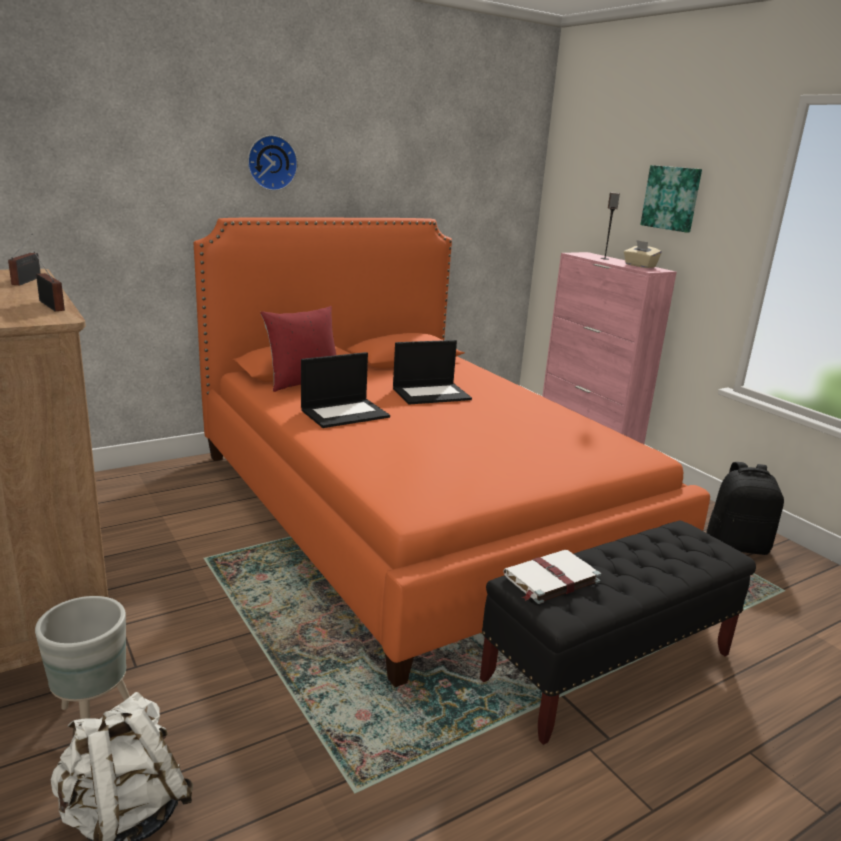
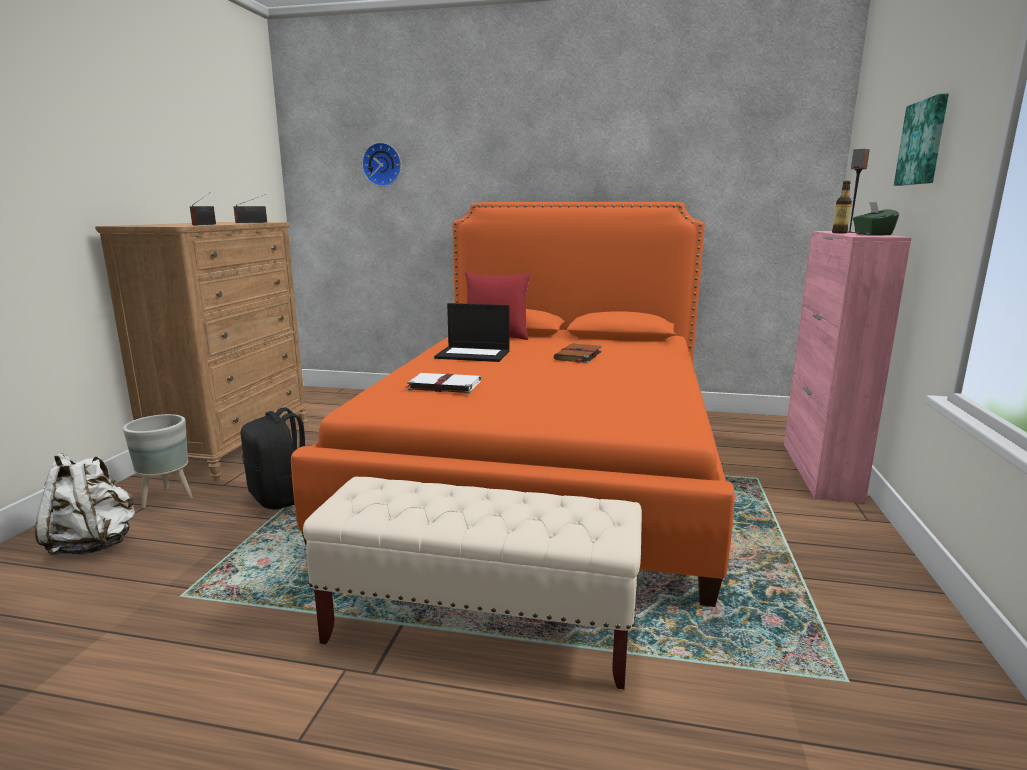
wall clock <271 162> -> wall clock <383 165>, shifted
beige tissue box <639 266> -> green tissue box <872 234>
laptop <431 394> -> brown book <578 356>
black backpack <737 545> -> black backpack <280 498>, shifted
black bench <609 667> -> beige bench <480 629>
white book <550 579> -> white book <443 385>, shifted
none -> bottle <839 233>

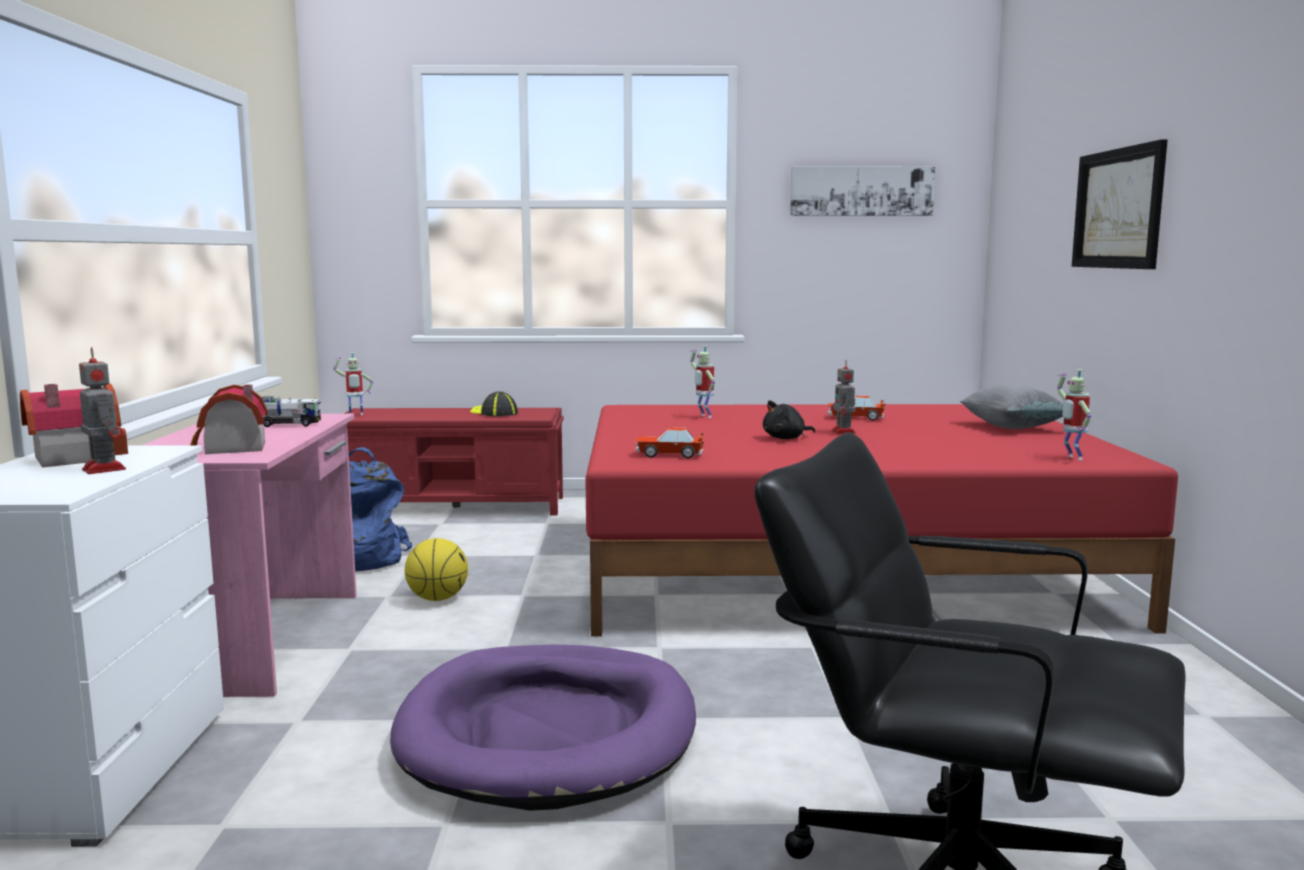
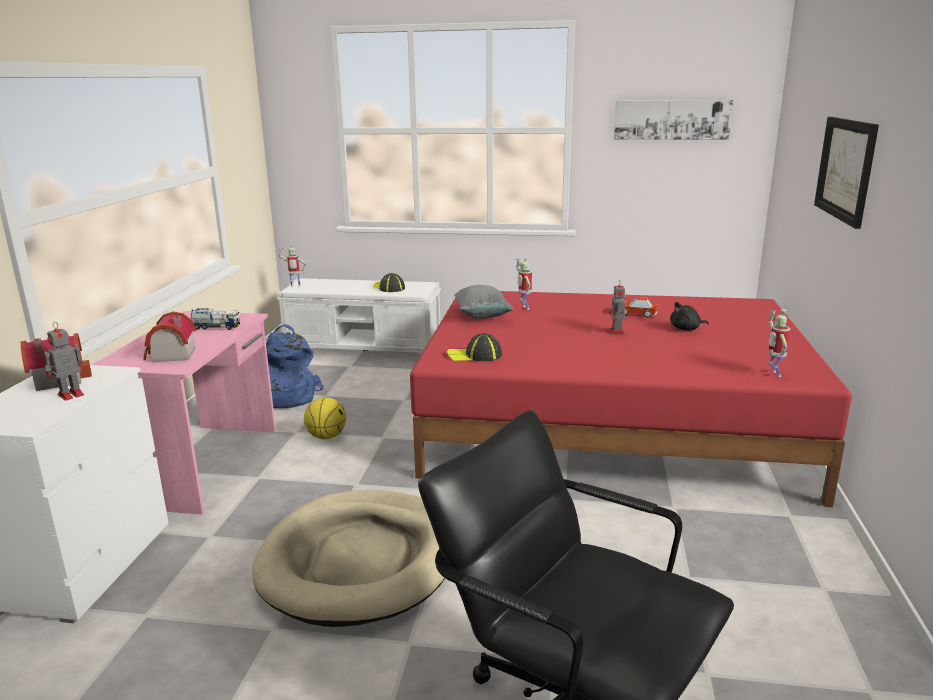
toy robot <103 469> -> toy robot <69 395>, 105 degrees counterclockwise
grey pillow <1013 427> -> grey pillow <482 316>, shifted
black plush toy <786 438> -> black plush toy <686 329>, shifted
red bench <456 506> -> white bench <365 350>
toy car <669 455> -> cap <475 355>
purple dog bed <548 733> -> beige dog bed <359 561>

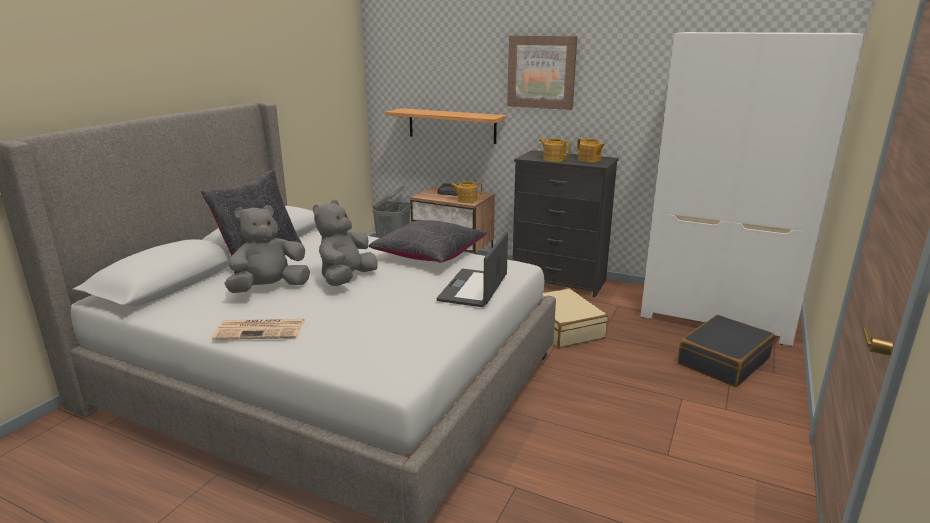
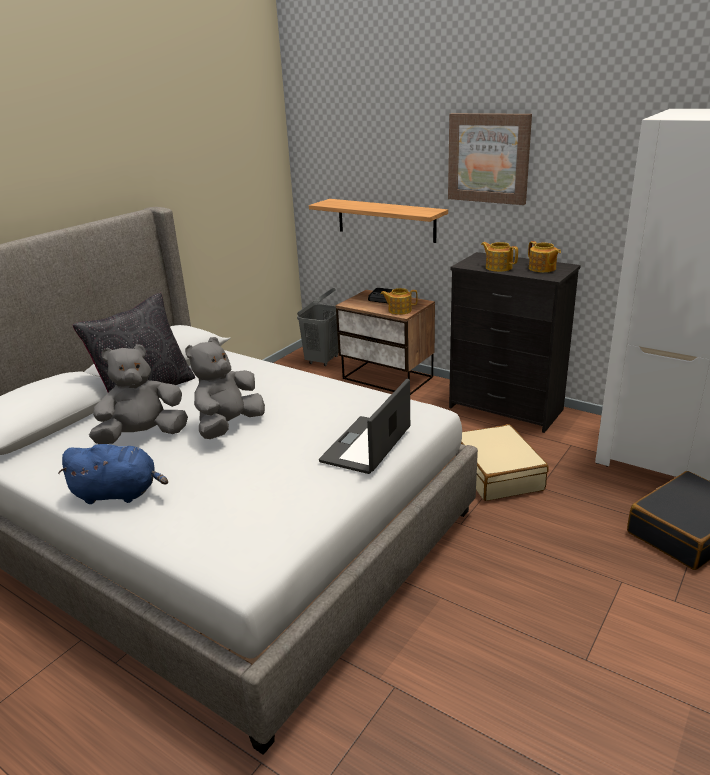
black pillow <429 254> -> none
newspaper <262 330> -> blue plush toy <119 493>

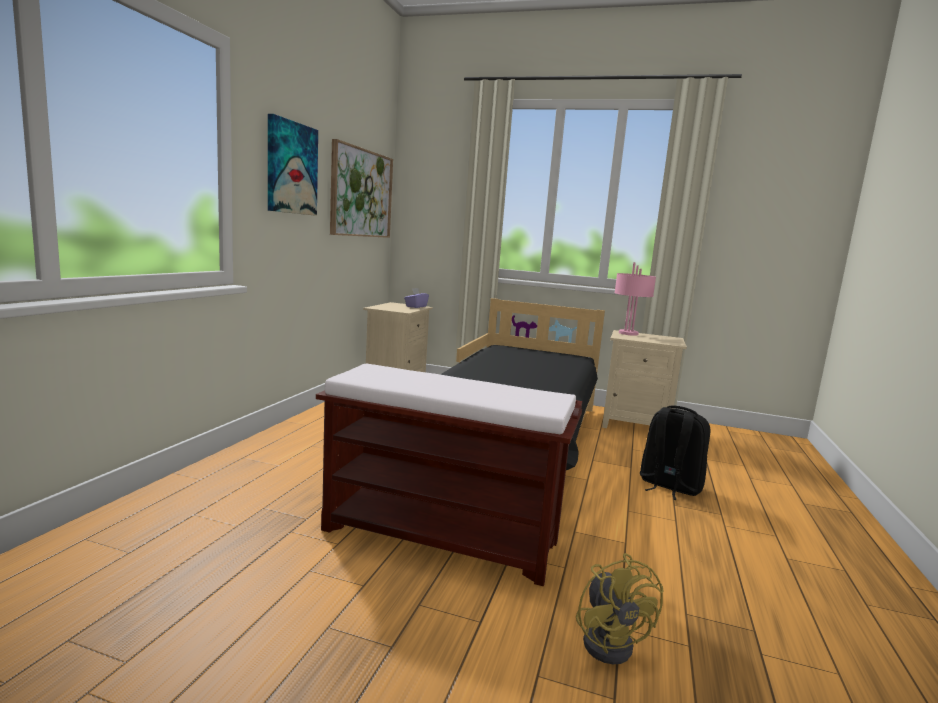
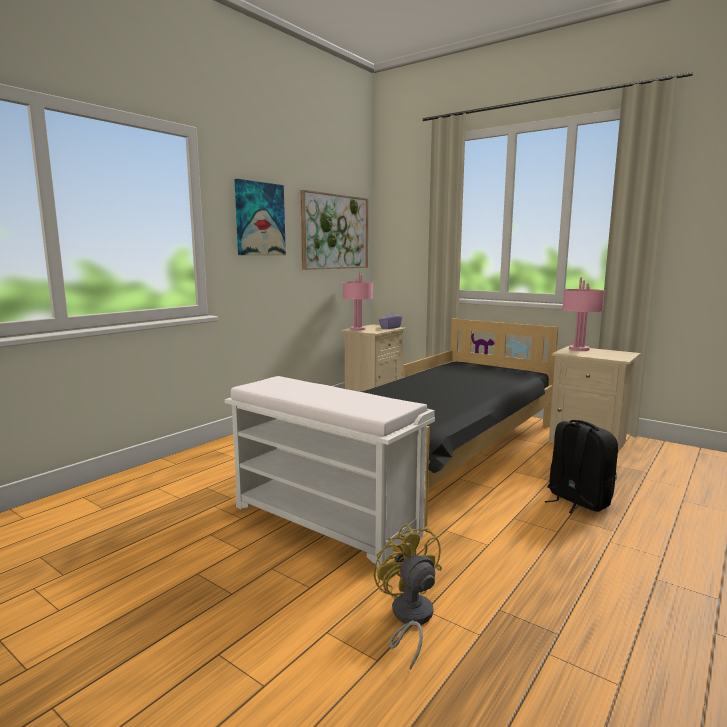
brown bench <443 535> -> white bench <327 520>
yellow fan <611 641> -> yellow fan <409 619>, 150 degrees clockwise
none -> pink table lamp <357 329>

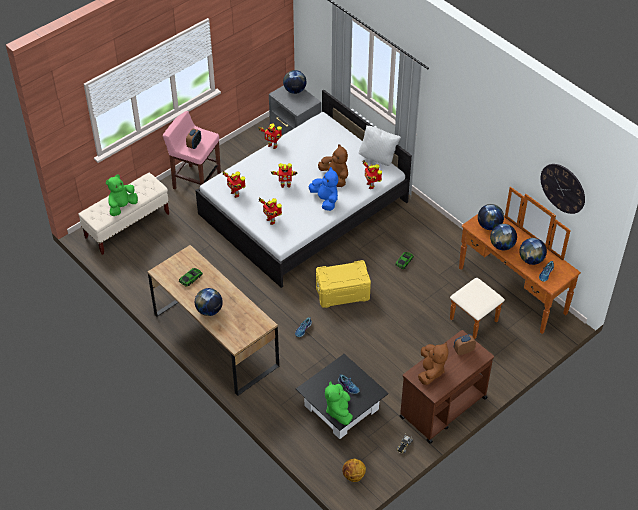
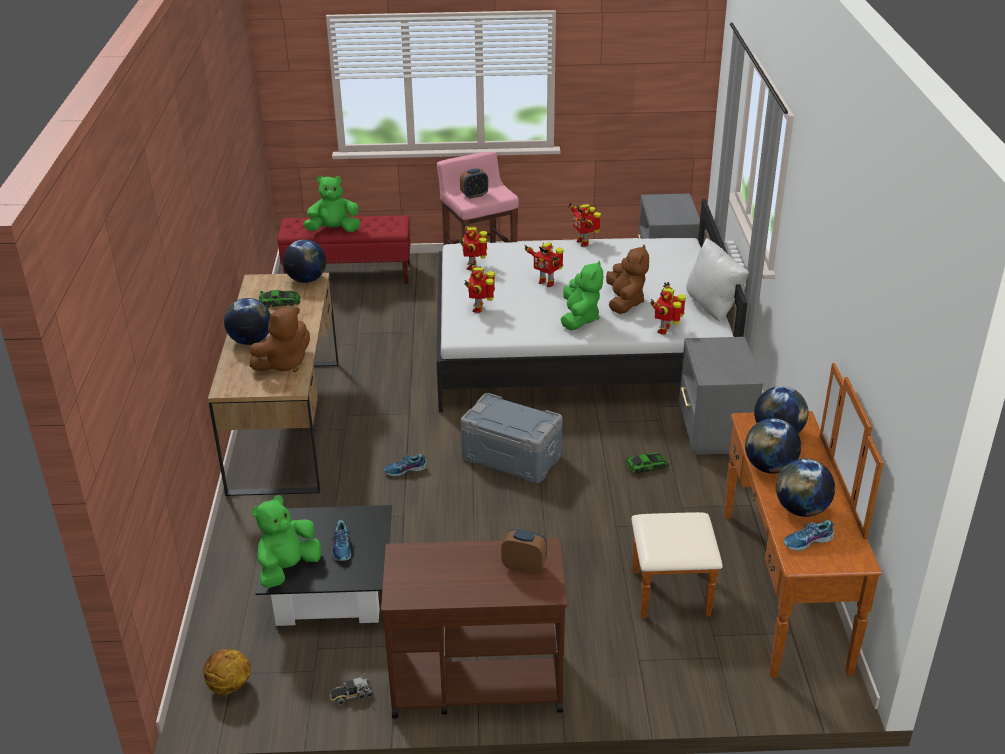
globe <294 90> -> globe <306 280>, shifted
wall clock <563 188> -> none
blue plush toy <325 200> -> green plush toy <579 318>
beige bench <127 225> -> red bench <349 275>
yellow storage box <342 292> -> grey storage box <512 457>
brown plush toy <431 371> -> brown plush toy <284 364>, shifted
none -> grey nightstand <713 433>

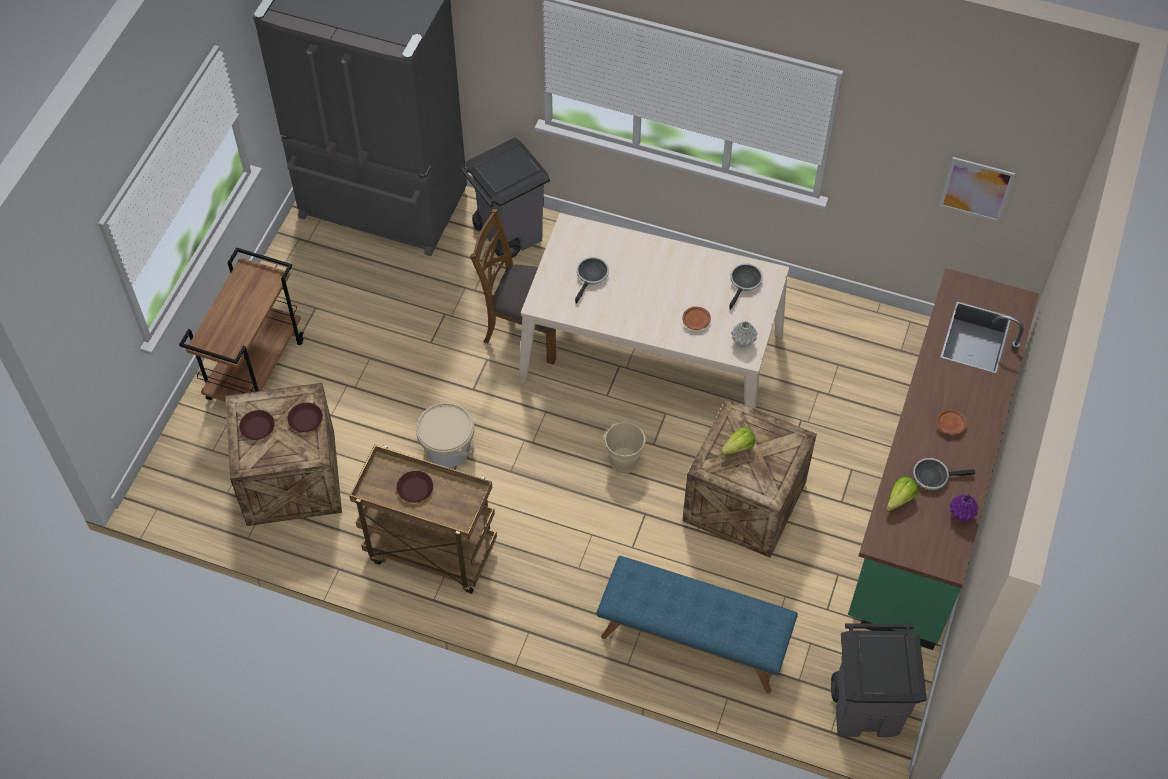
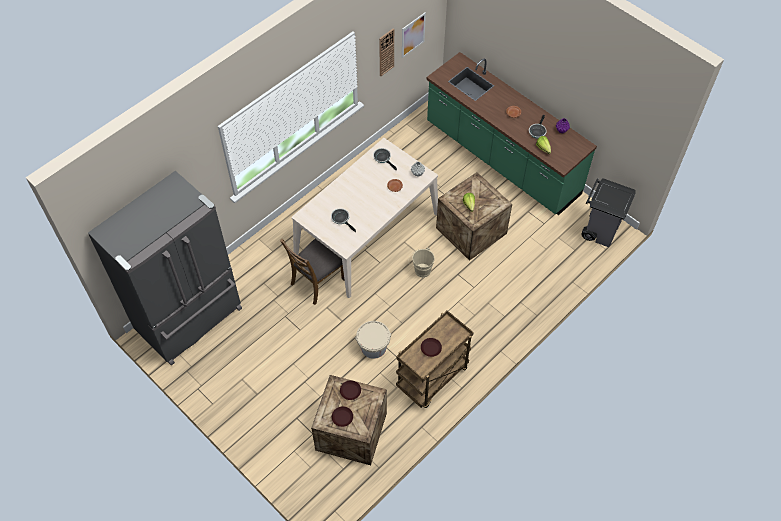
grey trash can <507 234> -> none
brown cart <256 369> -> none
blue bench <693 640> -> none
none -> wall clock <386 52>

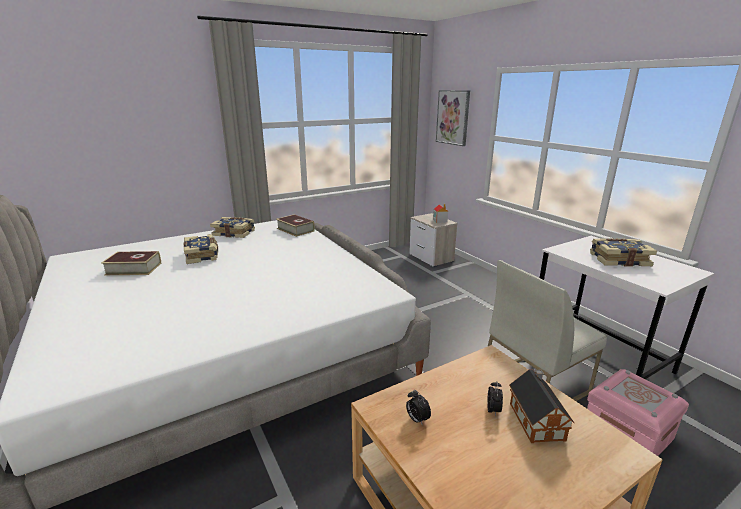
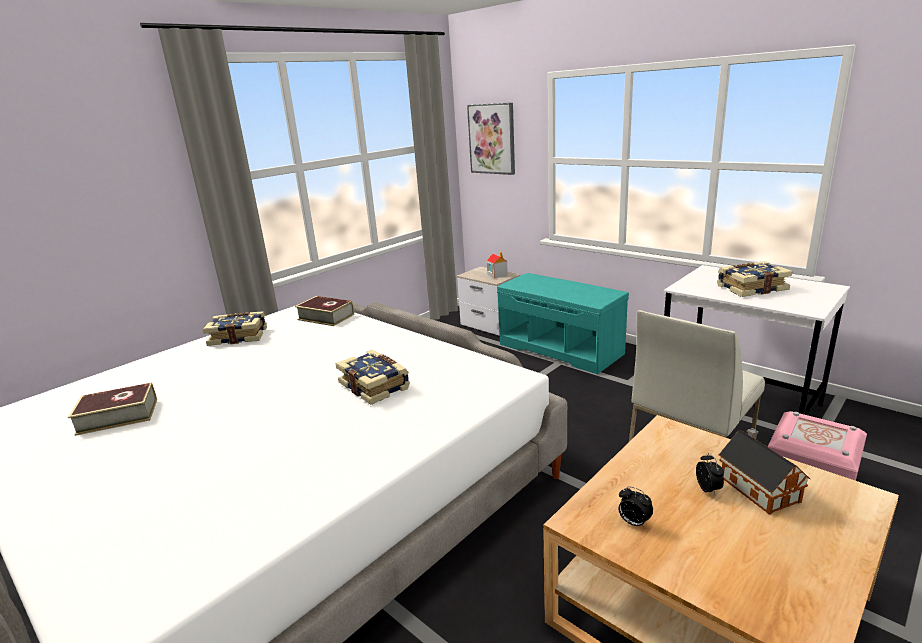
book <202 255> -> book <375 386>, shifted
none -> turquoise bench <561 349>

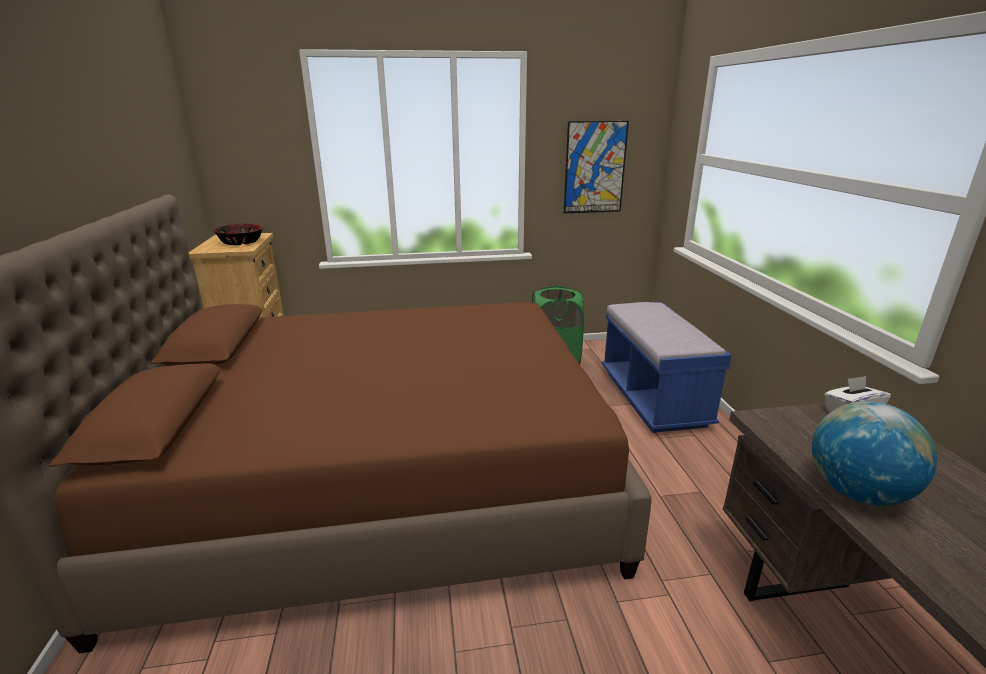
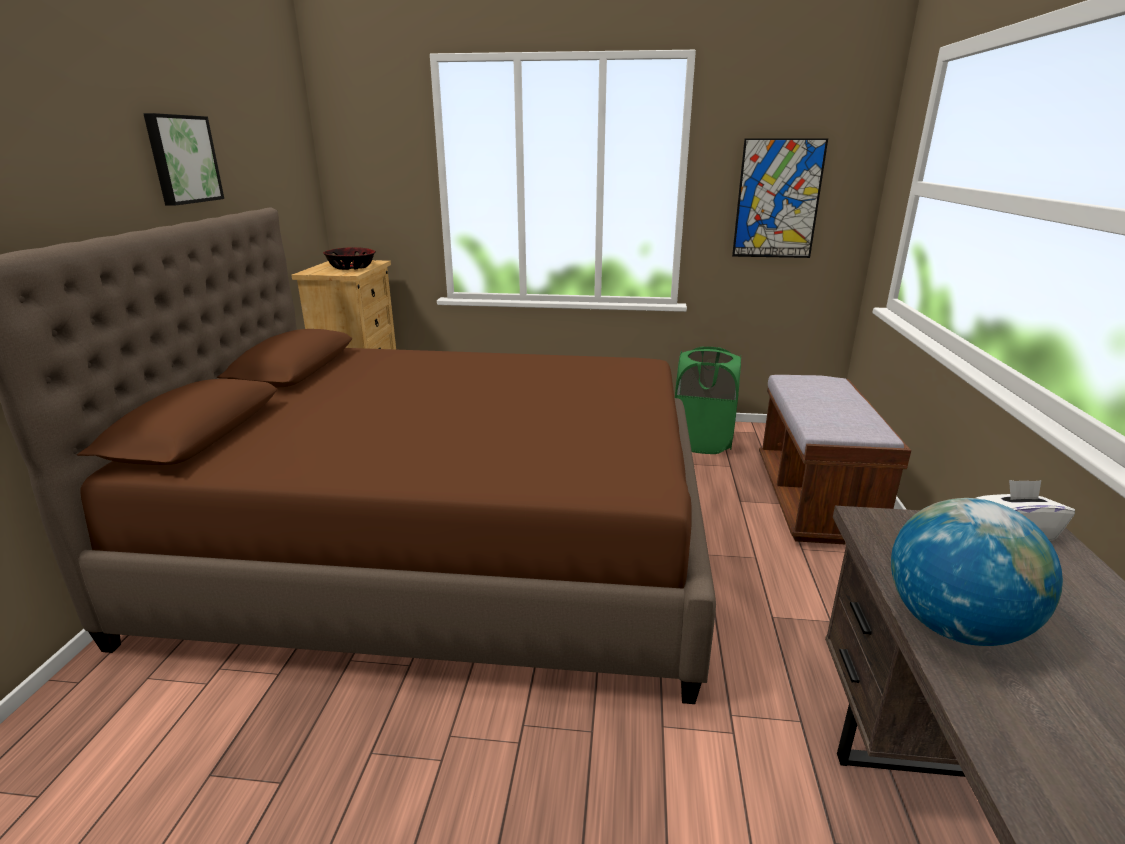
blue bench <653 398> -> brown bench <813 501>
none -> picture <182 159>

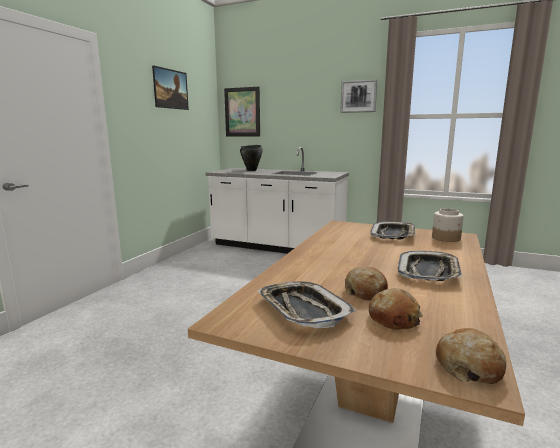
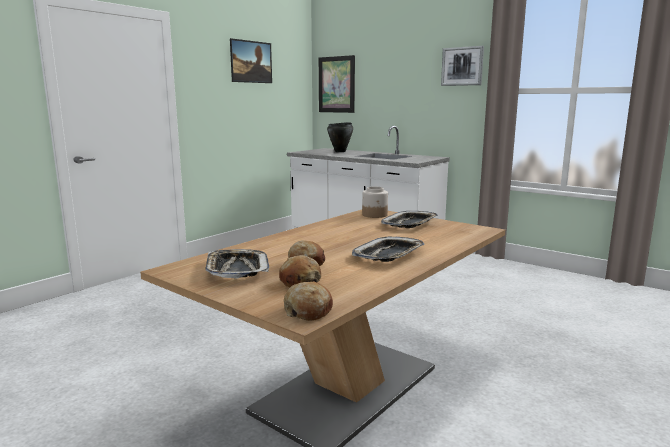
jar <446 238> -> jar <375 215>, shifted

